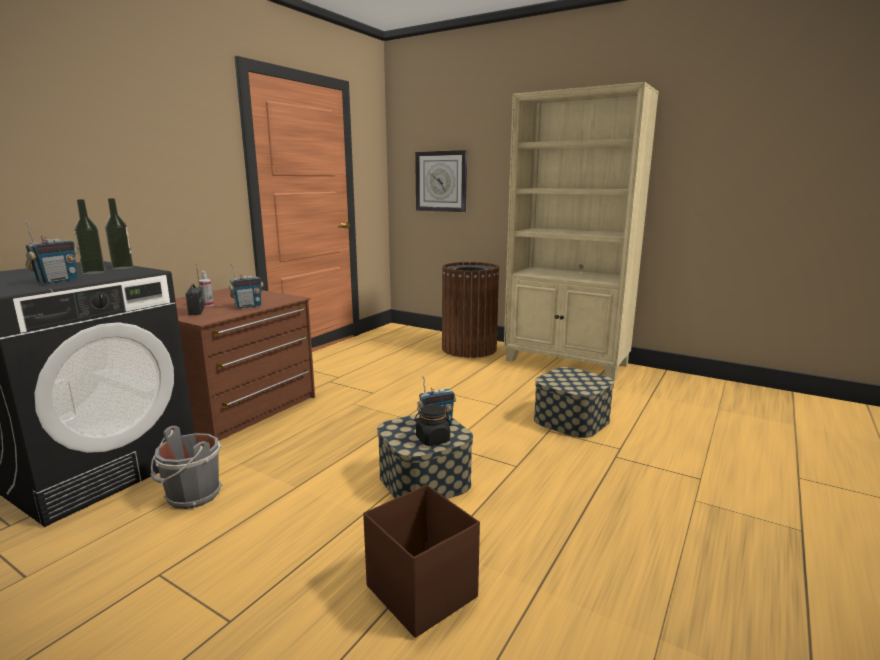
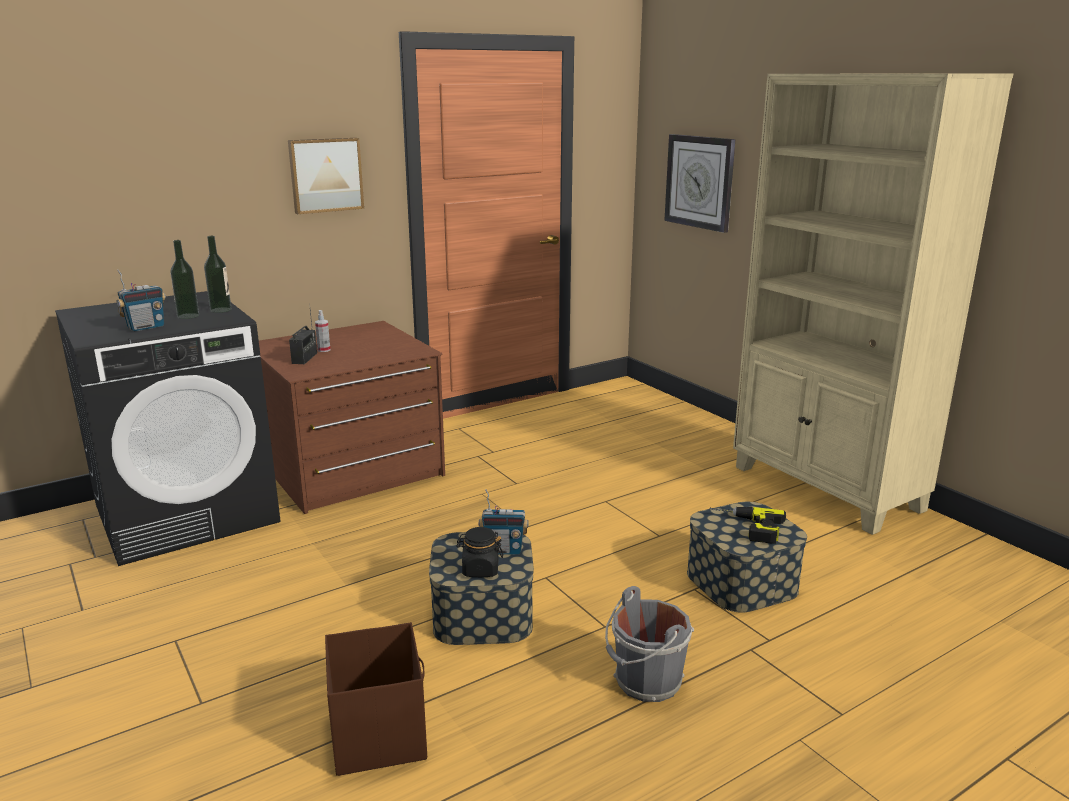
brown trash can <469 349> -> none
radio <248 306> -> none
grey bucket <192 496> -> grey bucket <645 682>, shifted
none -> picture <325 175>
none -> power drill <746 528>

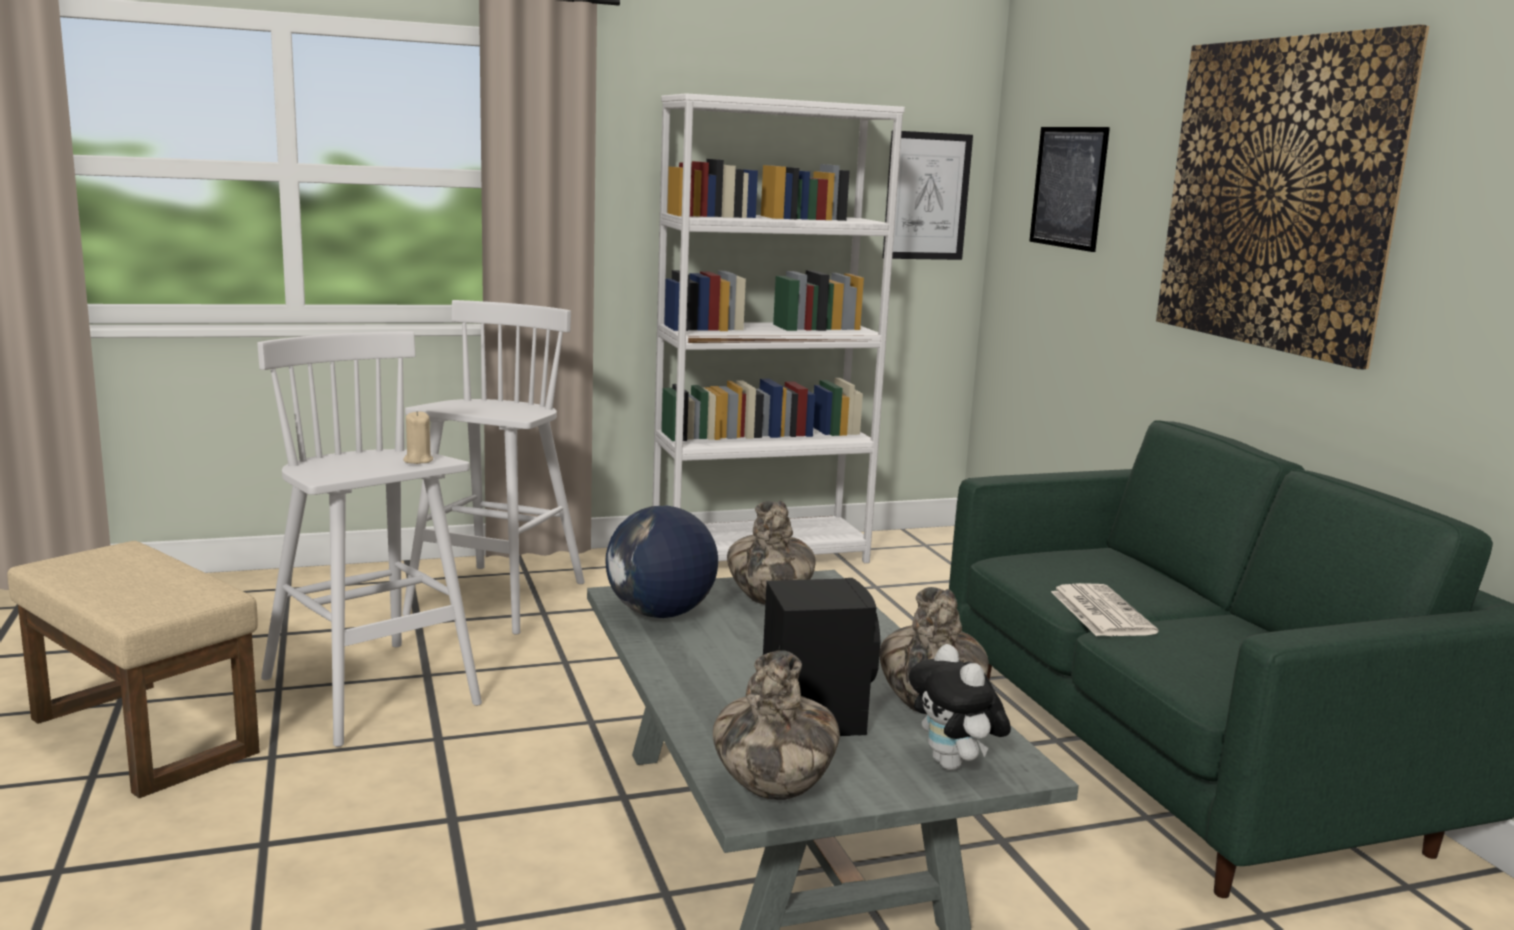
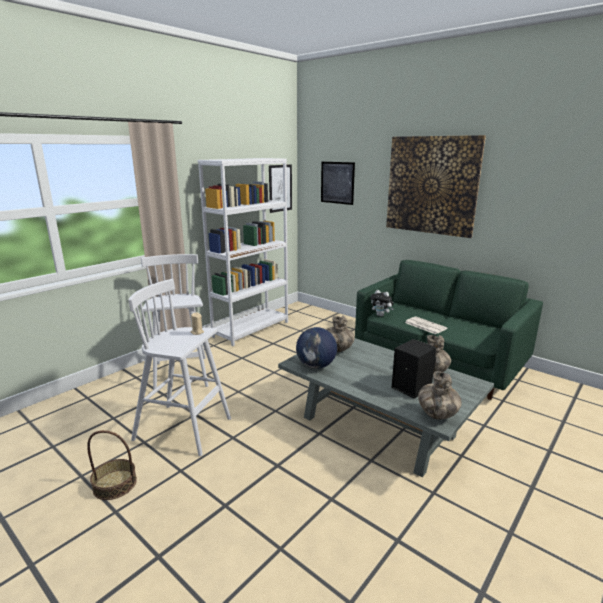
beige ottoman <147 735> -> basket <115 484>
plush toy <954 765> -> plush toy <381 315>, shifted

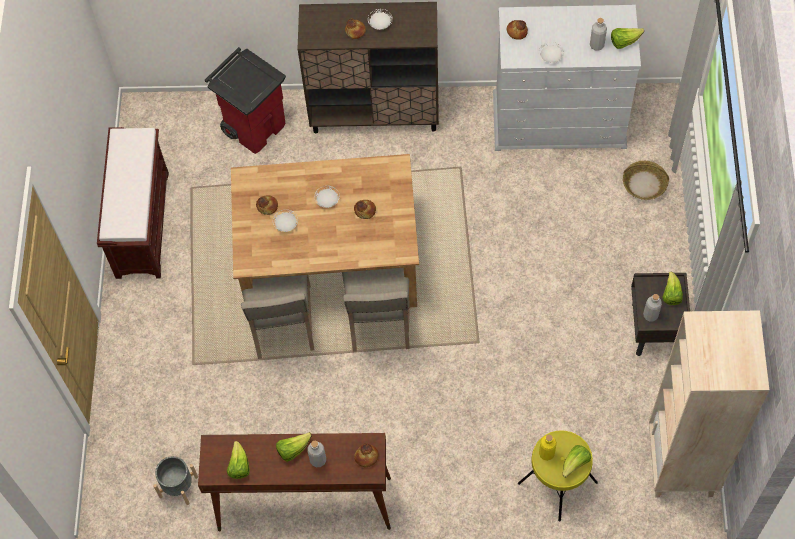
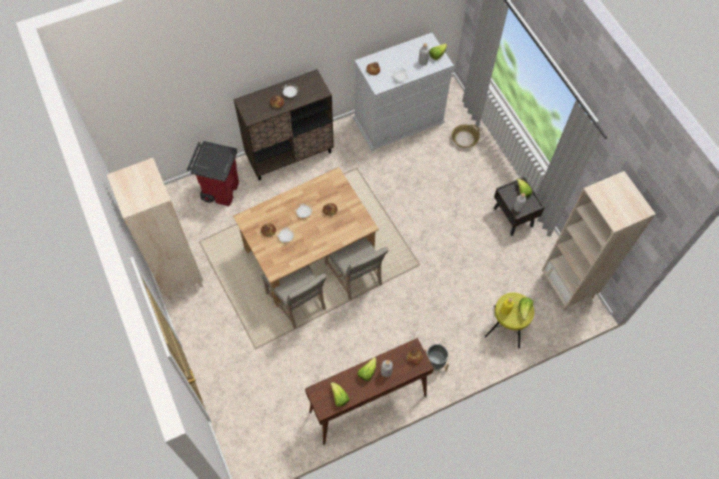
brown bench <142 223> -> beige bookcase <178 275>
grey planter <179 487> -> grey planter <434 363>, shifted

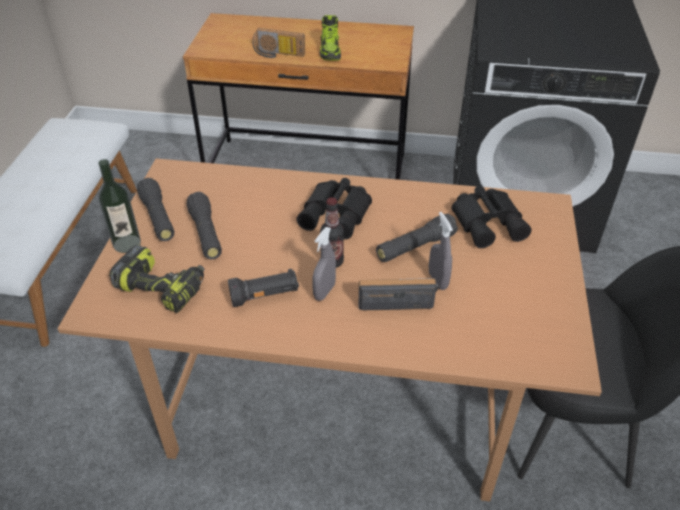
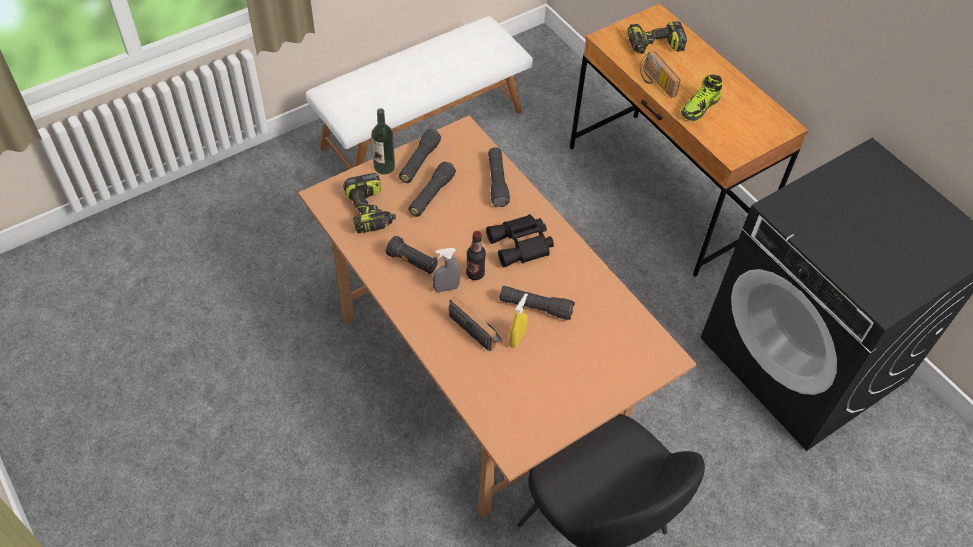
black binoculars <489 222> -> none
grey spray bottle <437 280> -> yellow spray bottle <517 338>
none -> power drill <654 46>
none -> black flashlight <497 182>

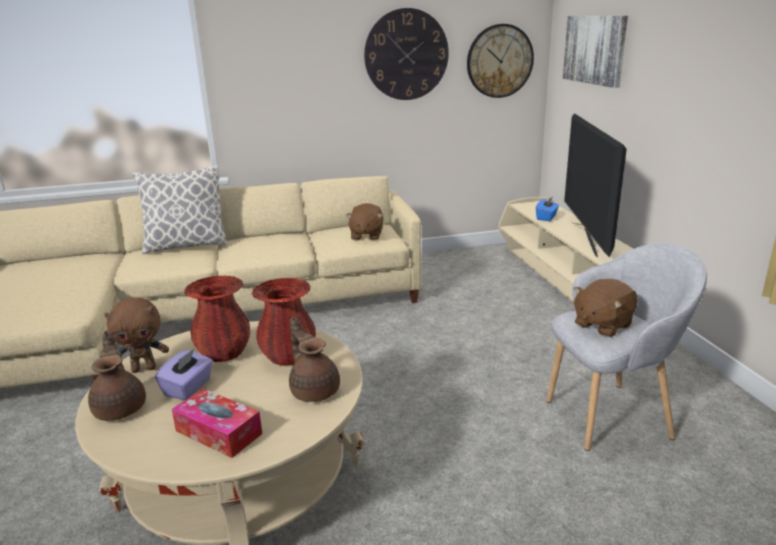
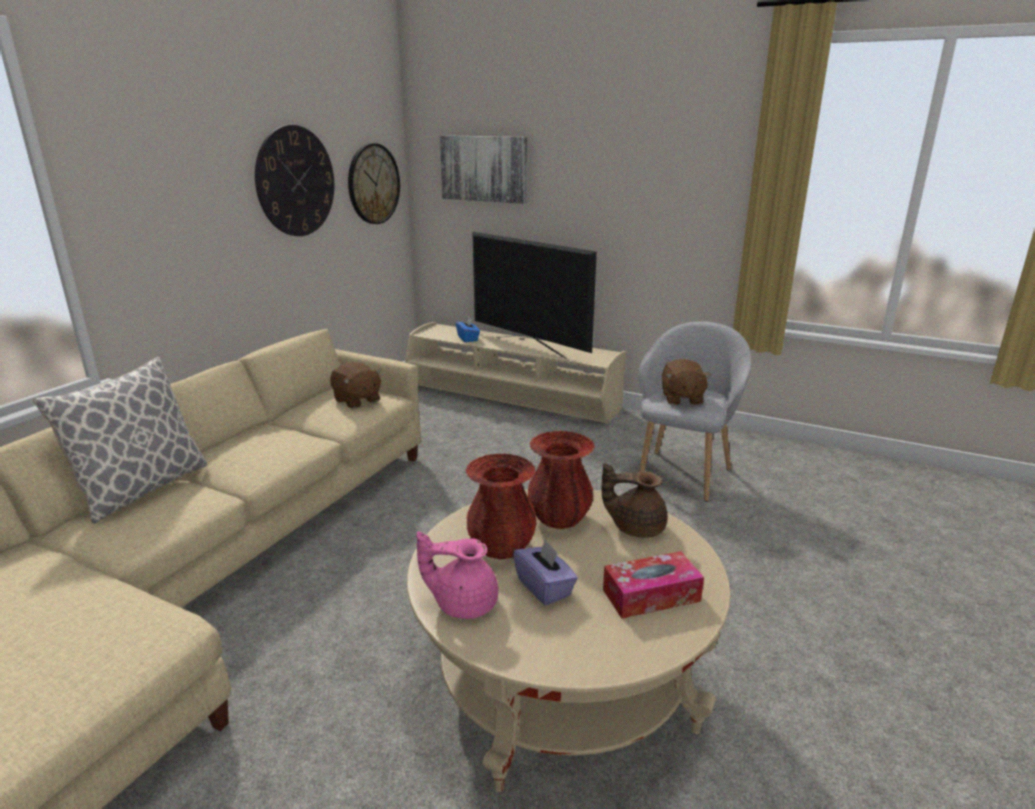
brown plush toy <144 369> -> pink teapot <463 603>
brown teapot <121 407> -> none

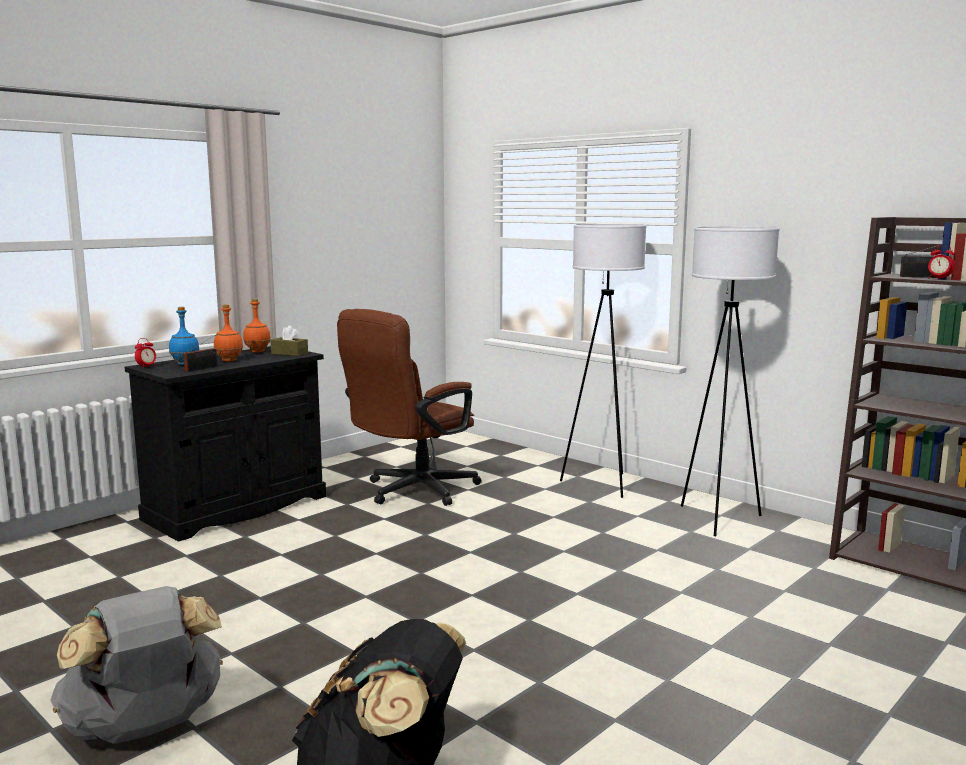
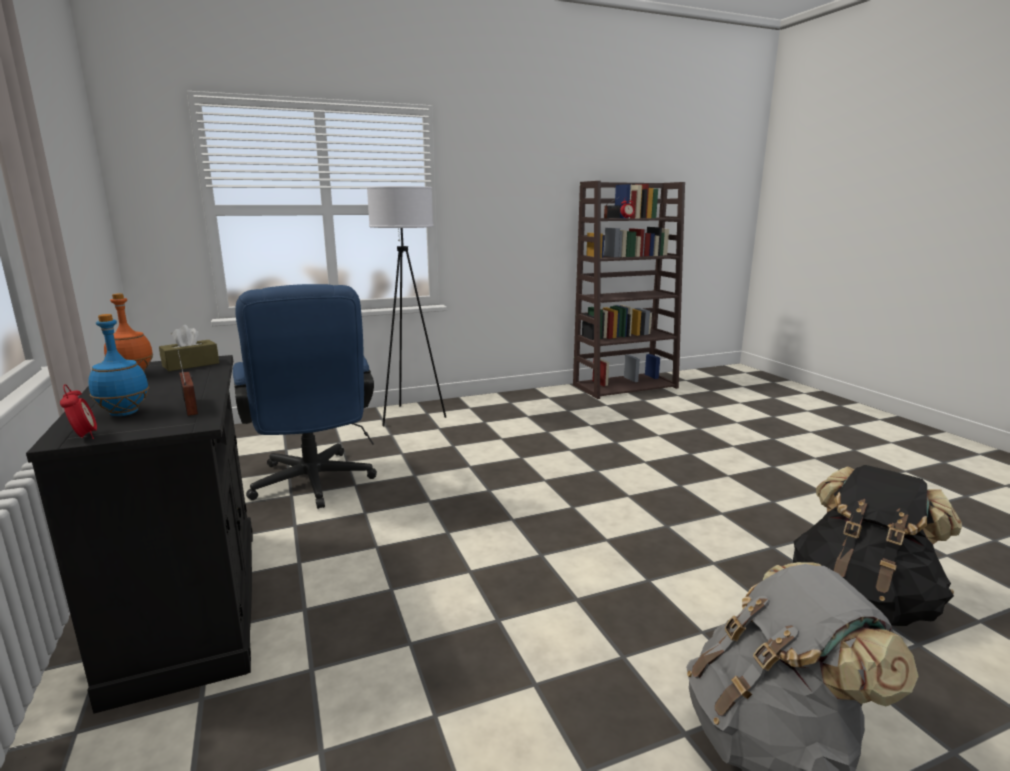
white floor lamp <718 519> -> none
orange bottle <229 360> -> none
brown office chair <412 491> -> blue office chair <313 486>

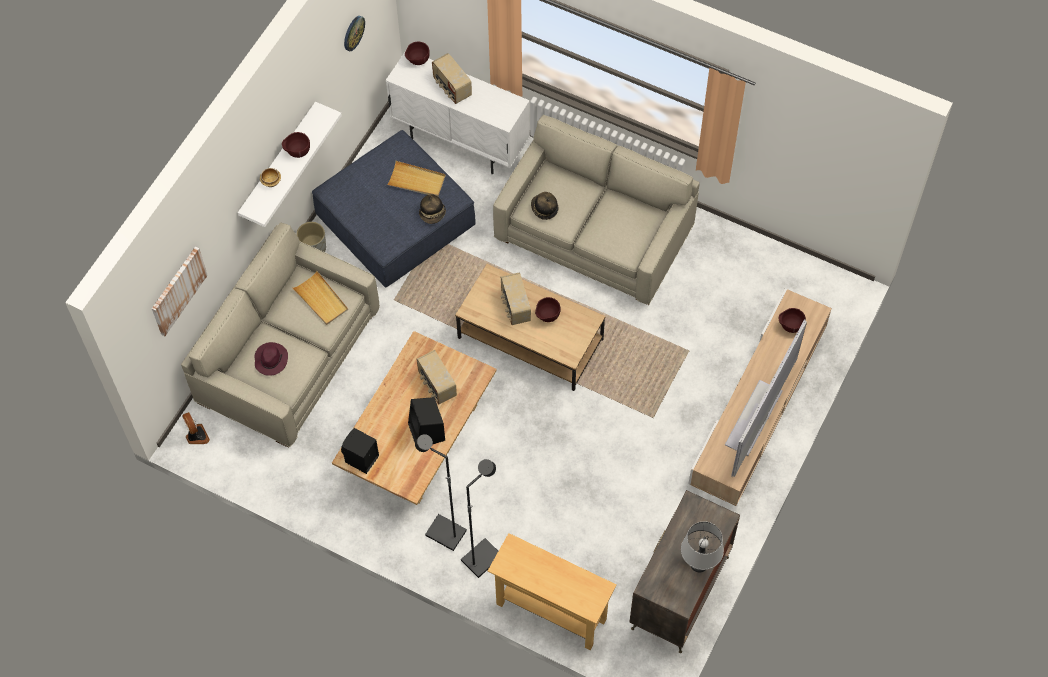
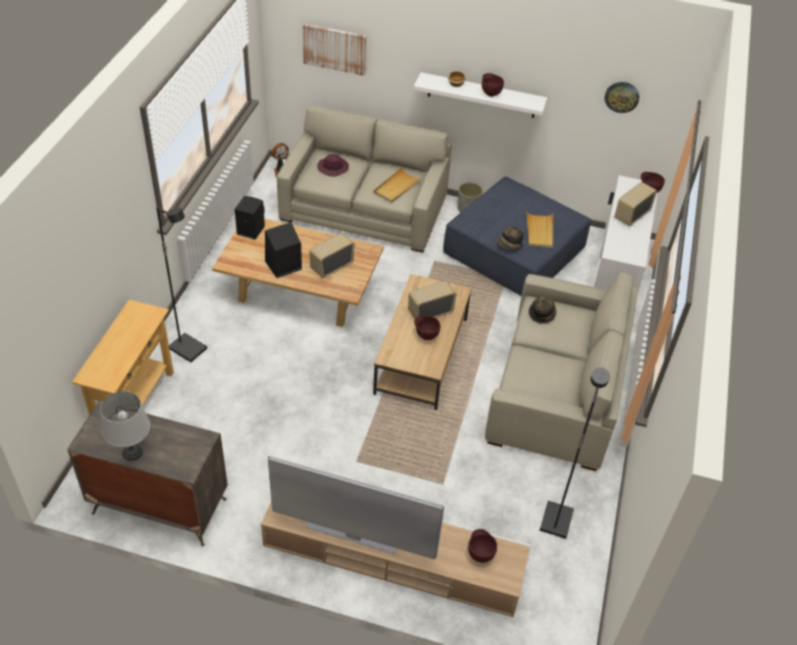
black floor lamp <445 534> -> black floor lamp <555 520>, shifted

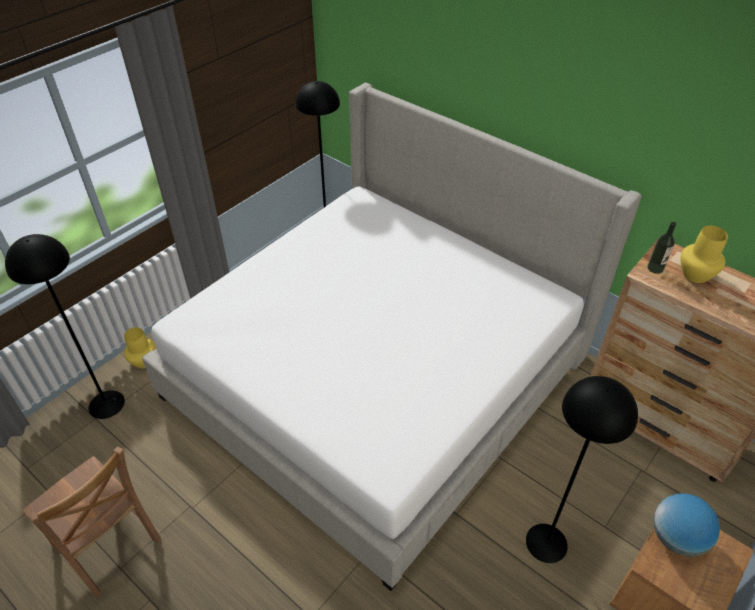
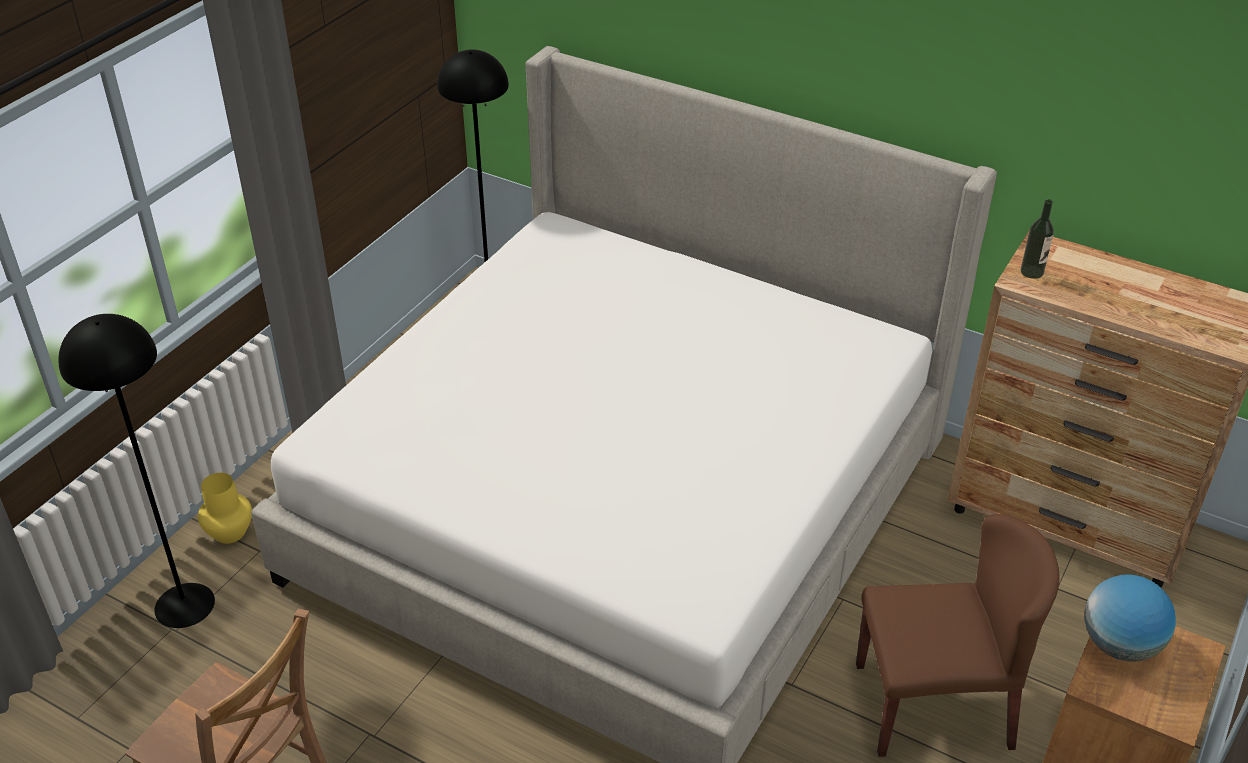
yellow vase <694 274> -> none
black floor lamp <547 543> -> brown chair <934 704>

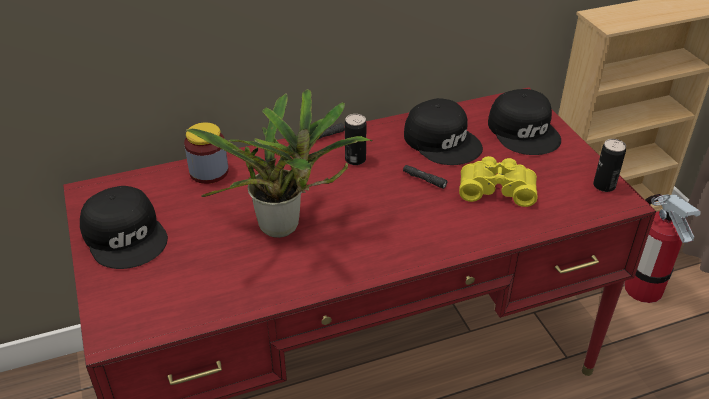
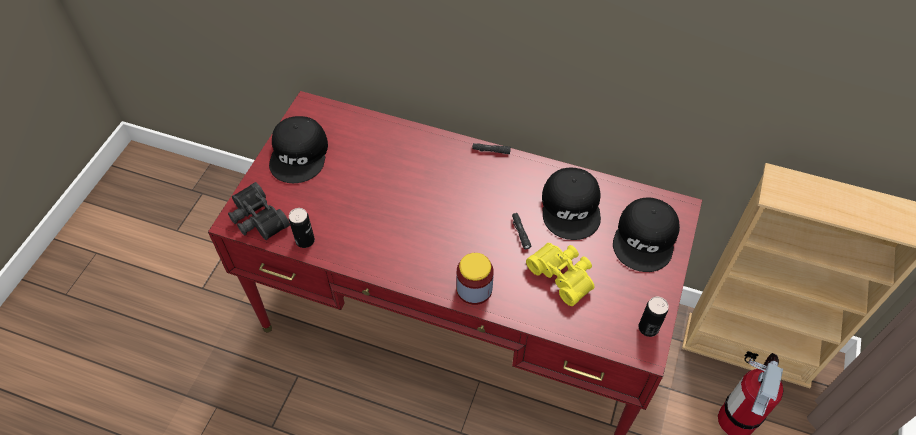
potted plant <285 228> -> none
can <355 159> -> can <305 240>, shifted
jar <209 172> -> jar <474 289>, shifted
none -> black binoculars <256 220>

